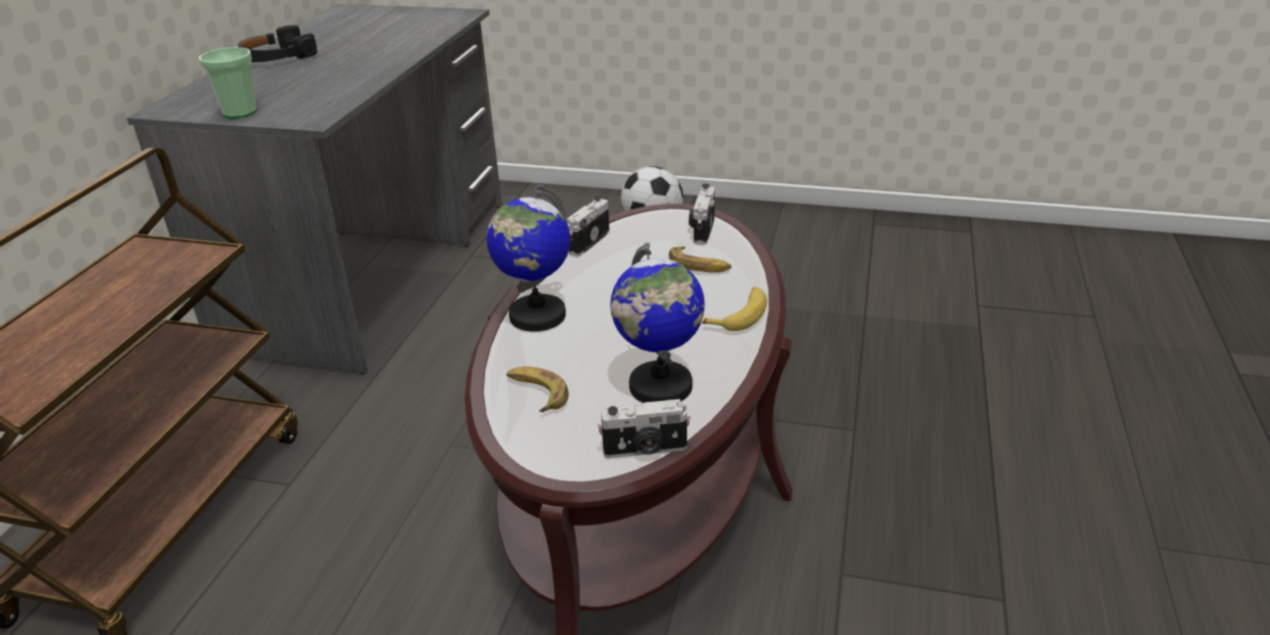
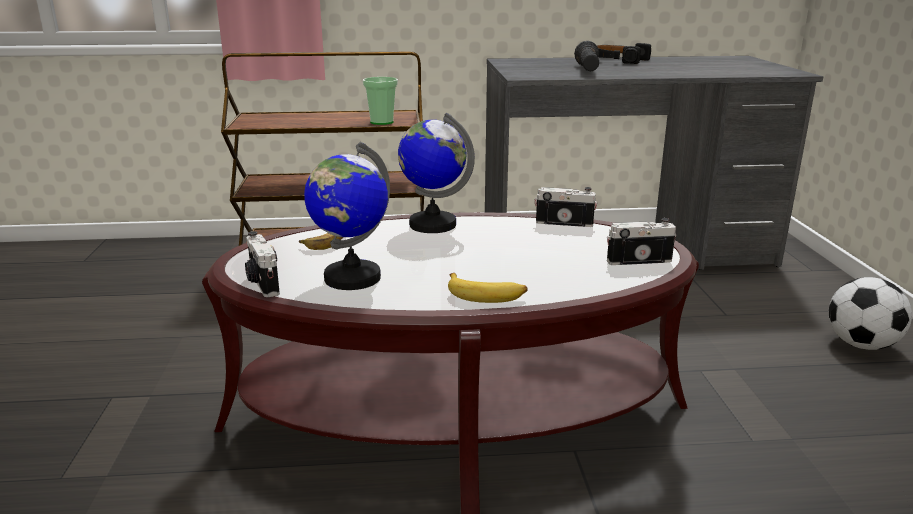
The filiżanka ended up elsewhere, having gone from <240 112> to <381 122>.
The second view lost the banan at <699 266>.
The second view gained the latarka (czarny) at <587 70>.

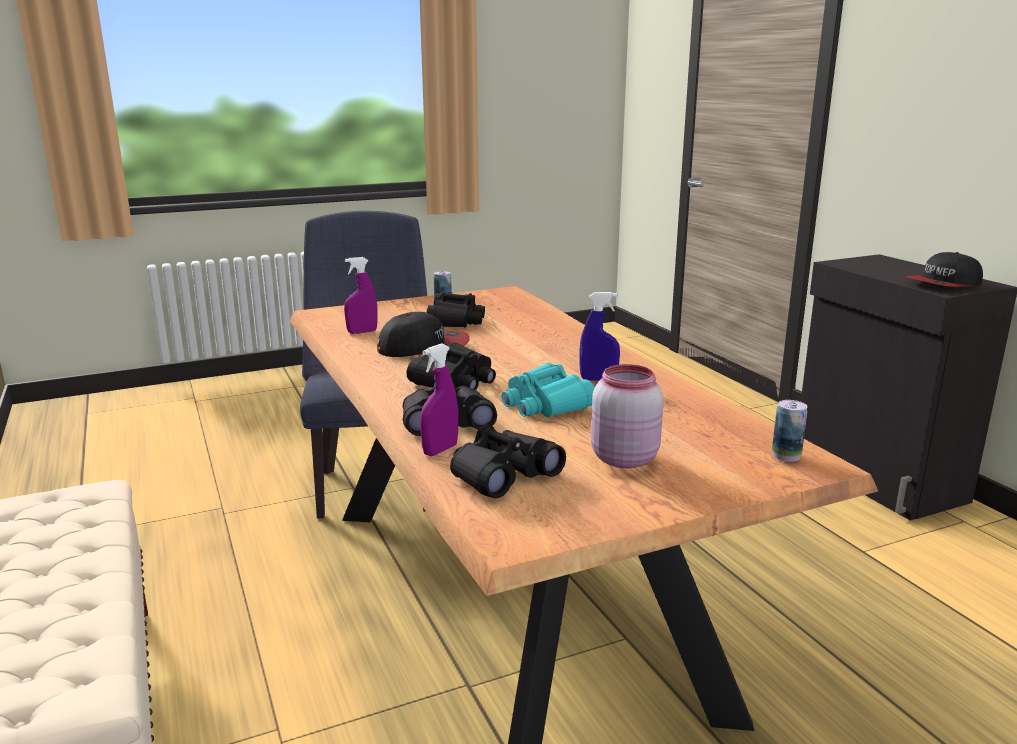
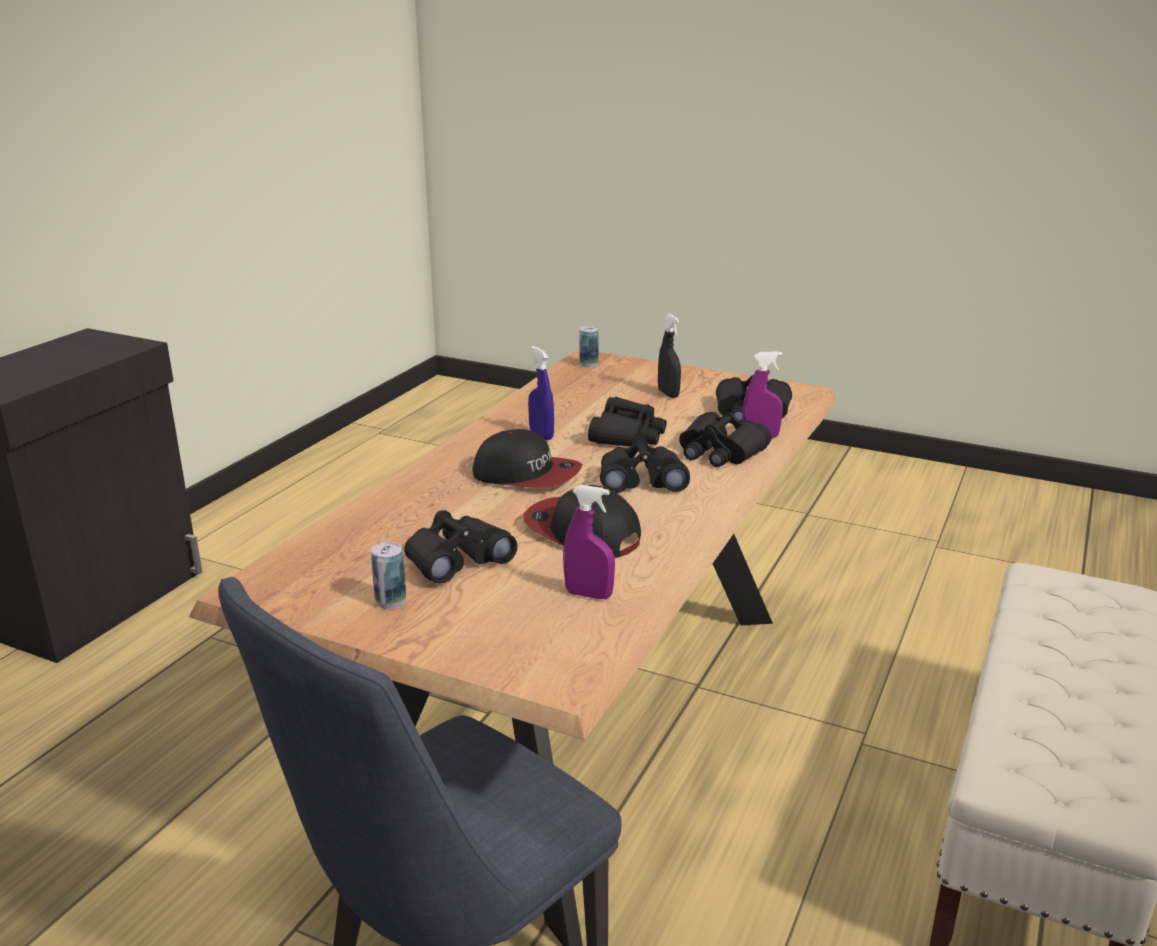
What was the lornetka (turkusowy) at <545 404> turned into the lornetka (czarny) at <627 435>.
Where the słoik (różowy) stood at <623 458>, the spryskiwacz (czarny) came to stand at <668 394>.
The czapka z daszkiem ended up elsewhere, having gone from <944 284> to <527 475>.

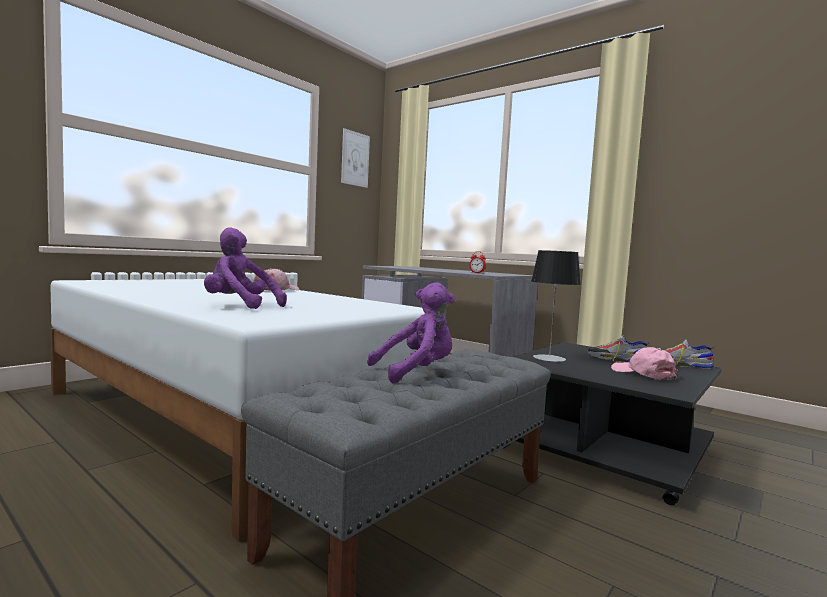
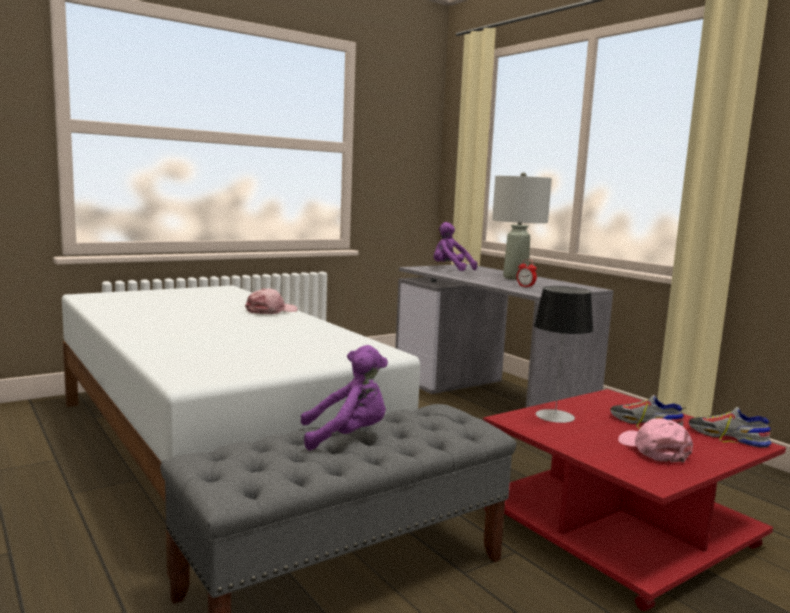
The pluszak (fioletowy) ended up elsewhere, having gone from <240 306> to <450 269>.
The second view lost the obraz at <355 159>.
What was the ława (czarny) at <605 449> turned into the ława (czerwony) at <618 531>.
The second view gained the lampa stołowa (szary) at <515 278>.

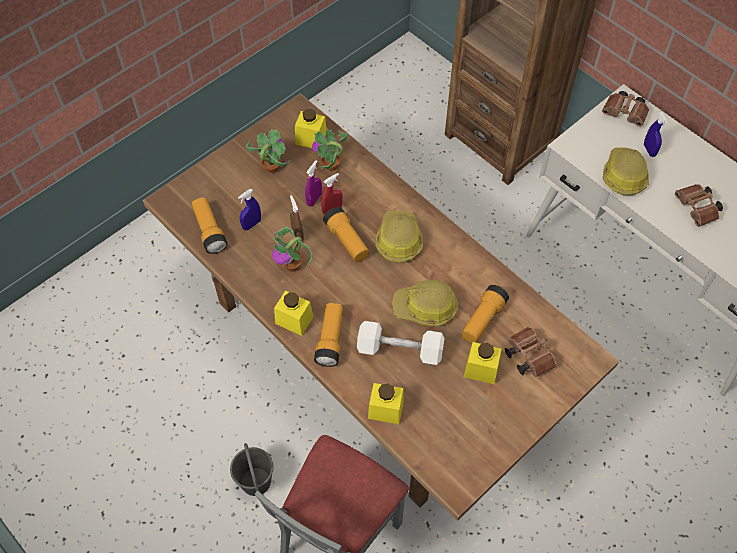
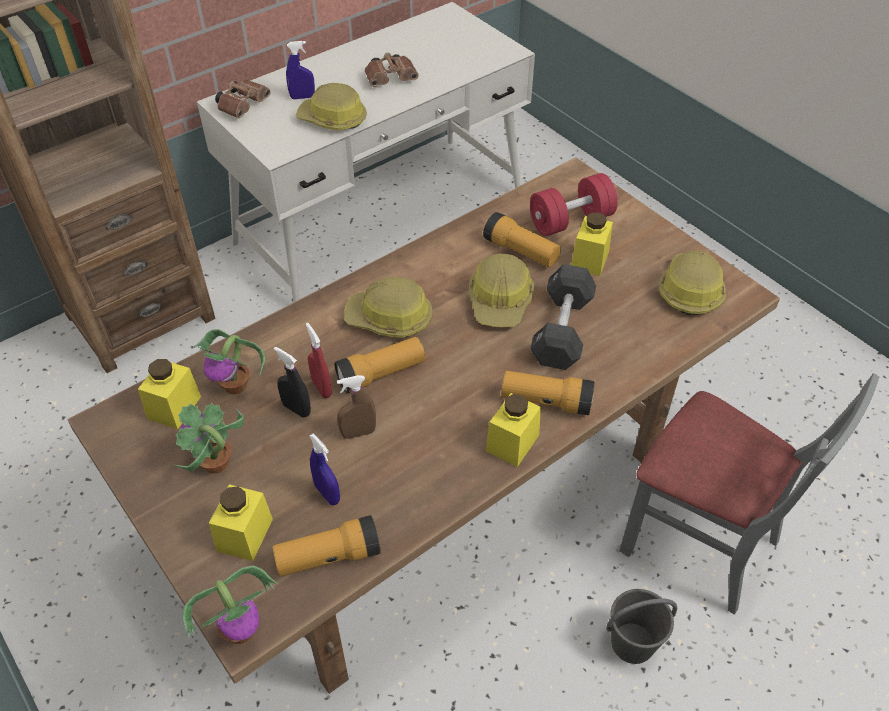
The roślina doniczkowa ended up elsewhere, having gone from <292 265> to <241 629>.
What was the spryskiwacz (fioletowy) at <314 199> turned into the spryskiwacz (czarny) at <296 409>.
What was the hantel (biały) at <400 349> turned into the hantel (czarny) at <562 330>.
The słoik (żółty) ended up elsewhere, having gone from <385 409> to <245 535>.
Where the lornetka (brązowy) stood at <527 356>, the hantel (czerwony) came to stand at <570 221>.
The second view gained the kask at <690 290>.

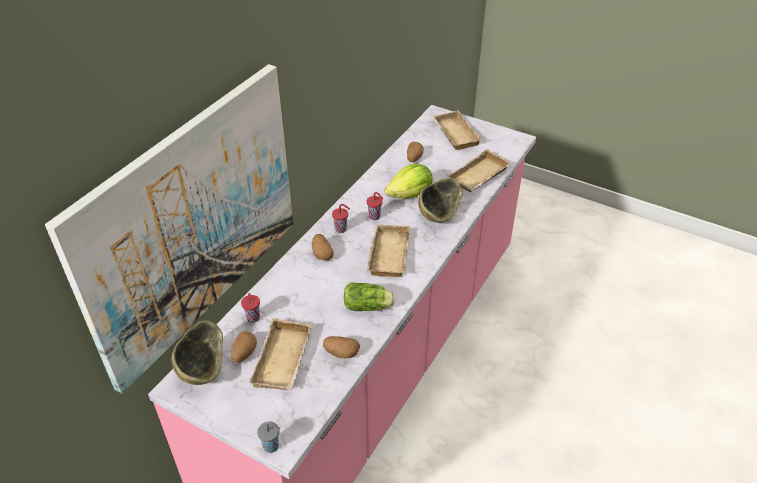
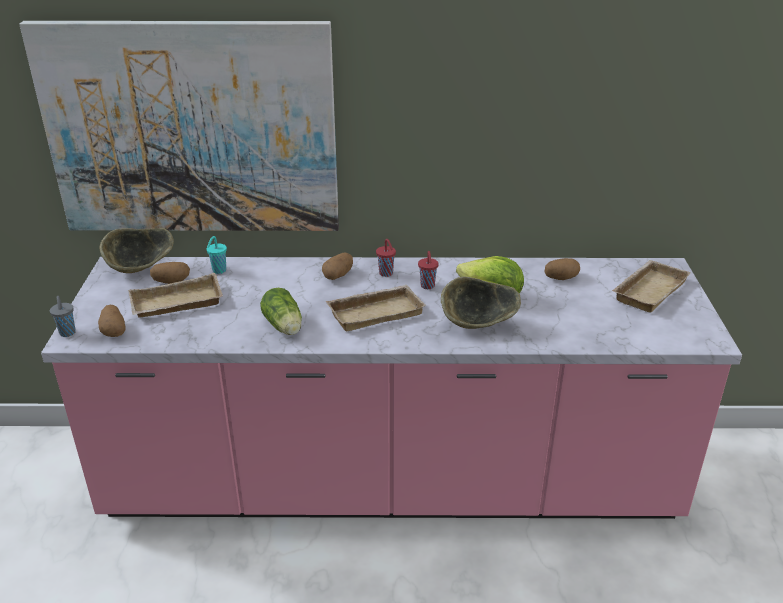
What was the filiżanka (czerwony) at <253 318> turned into the filiżanka (turkusowy) at <218 271>.
The ziemniak ended up elsewhere, having gone from <341 353> to <114 331>.
The second view lost the taca (beżowy) at <479 177>.

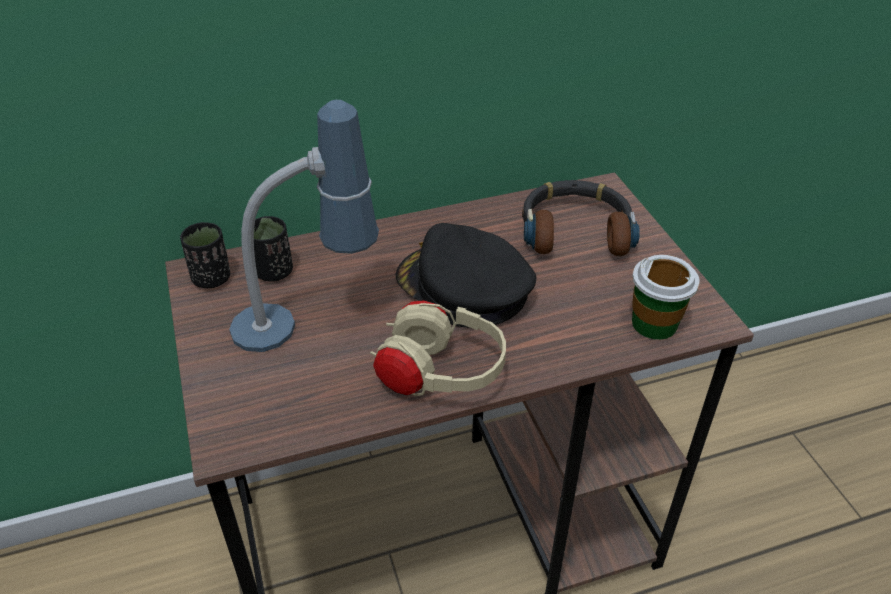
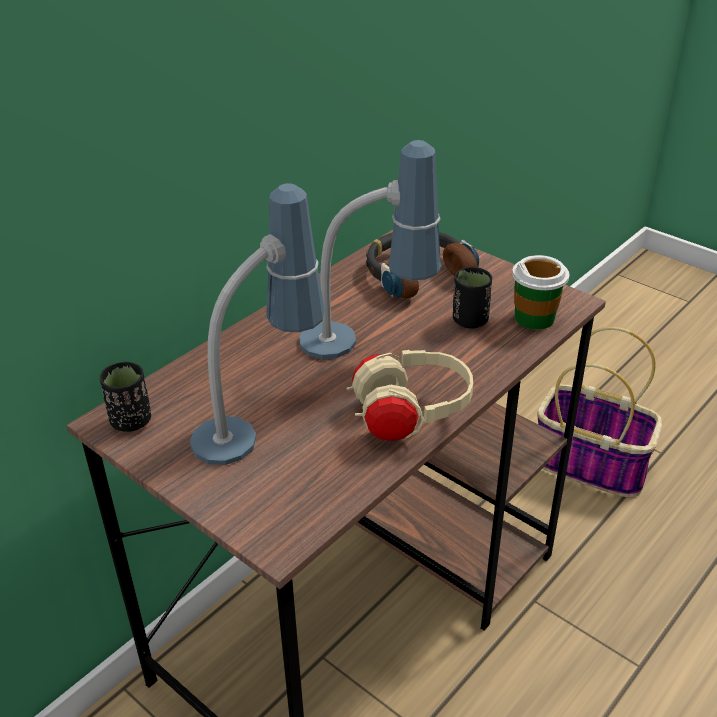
The filiżanka (czarny) ended up elsewhere, having gone from <273 272> to <470 320>.
Where the czapka z daszkiem (czarny) stood at <463 287>, the lampa stołowa came to stand at <367 345>.
The second view gained the koszyk at <592 464>.

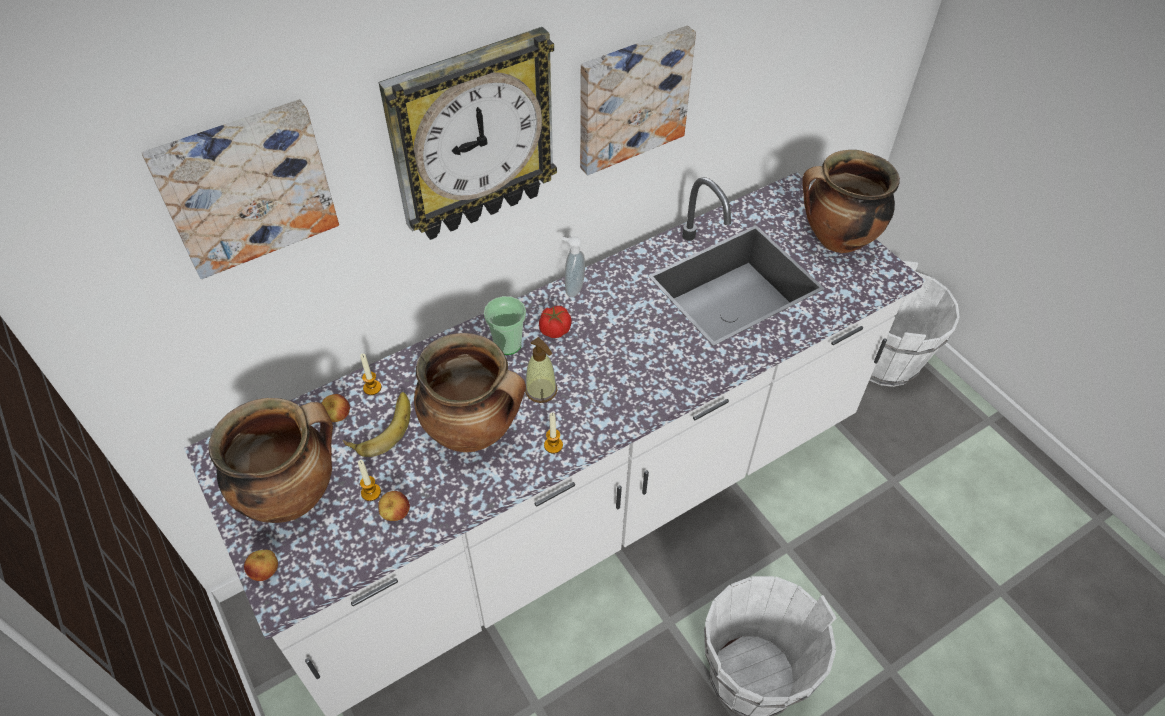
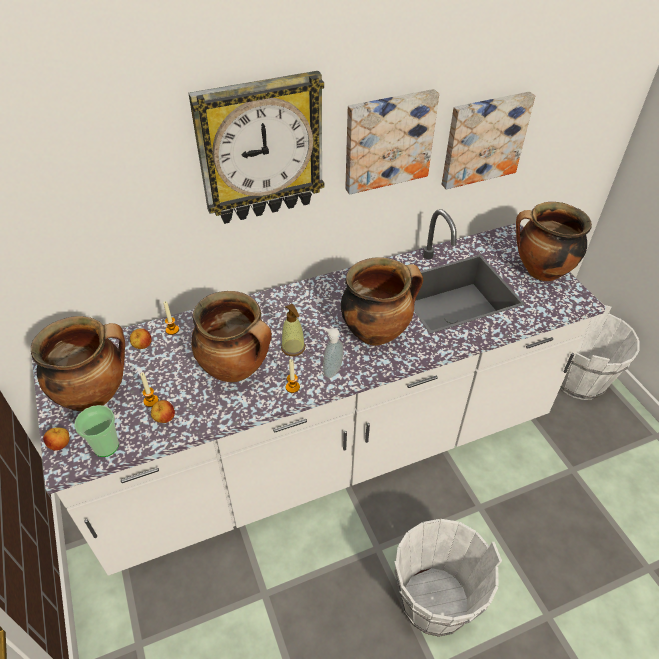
The obraz ended up elsewhere, having gone from <245 186> to <483 139>.
The second view lost the banan at <381 426>.
The filiżanka ended up elsewhere, having gone from <507 344> to <106 446>.
The second view lost the pomidor at <554 330>.
The dozownik mydła ended up elsewhere, having gone from <573 288> to <331 370>.
The second view gained the garnek at <376 332>.

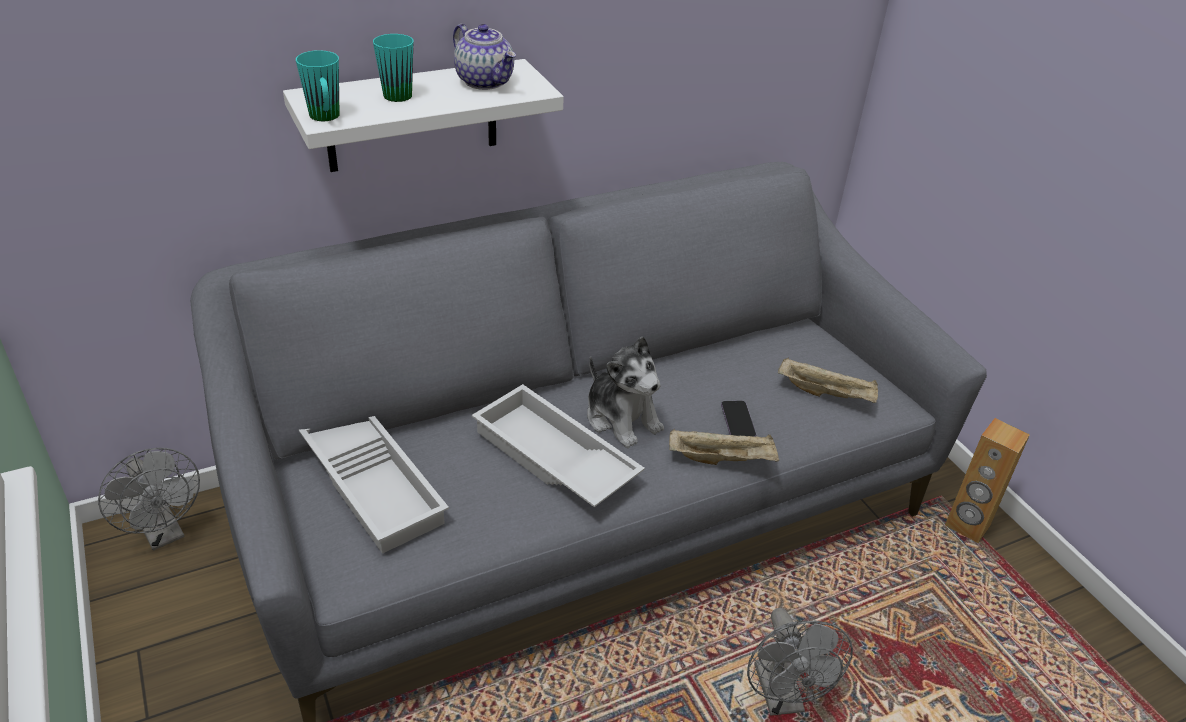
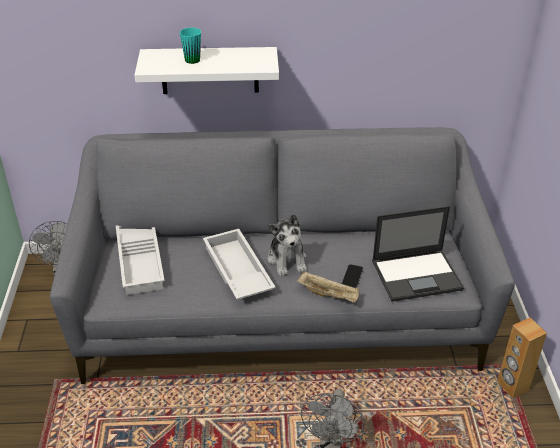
The second view lost the kubek (turkusowy) at <325 118>.
The second view lost the imbryk at <485 82>.
Where the taca (beżowy) stood at <826 393>, the laptop came to stand at <417 275>.

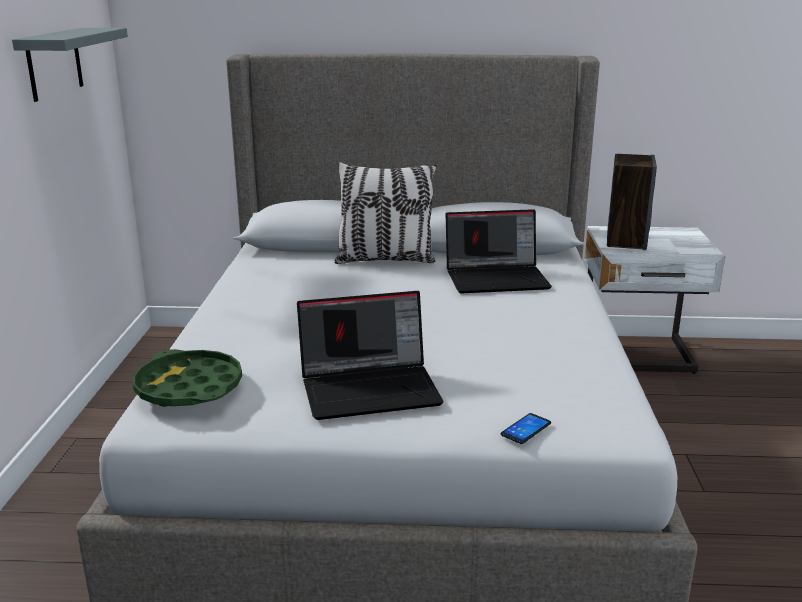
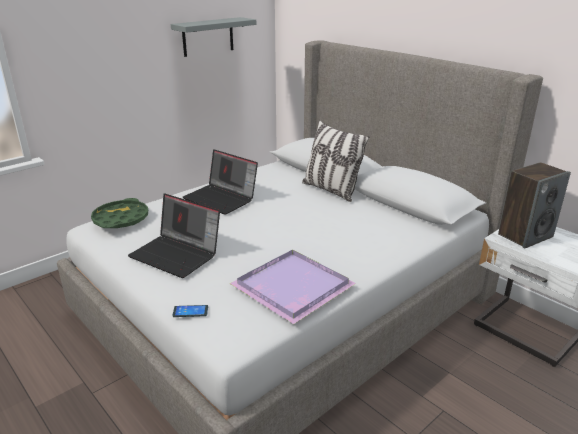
The laptop ended up elsewhere, having gone from <497 278> to <222 198>.
The second view gained the taca (fioletowy) at <290 287>.

